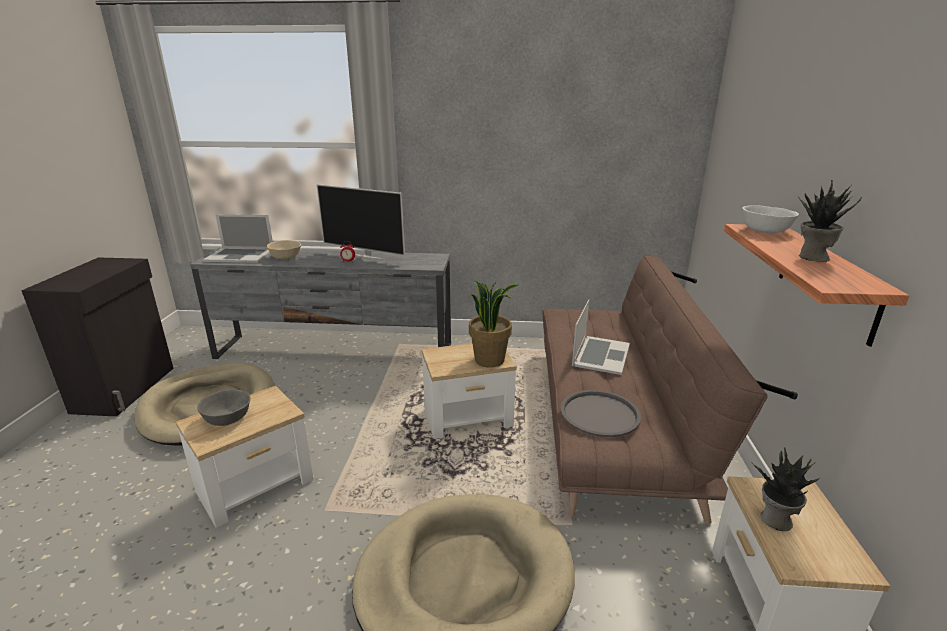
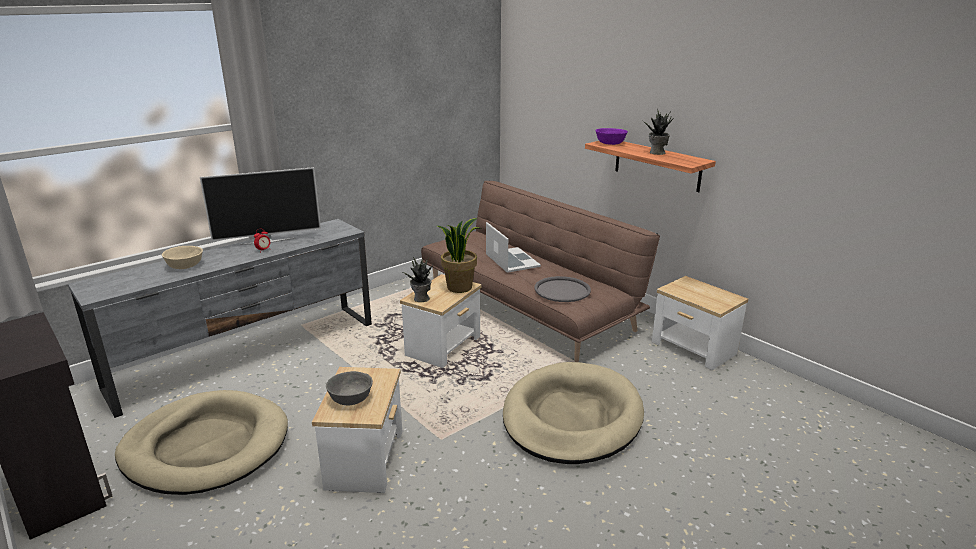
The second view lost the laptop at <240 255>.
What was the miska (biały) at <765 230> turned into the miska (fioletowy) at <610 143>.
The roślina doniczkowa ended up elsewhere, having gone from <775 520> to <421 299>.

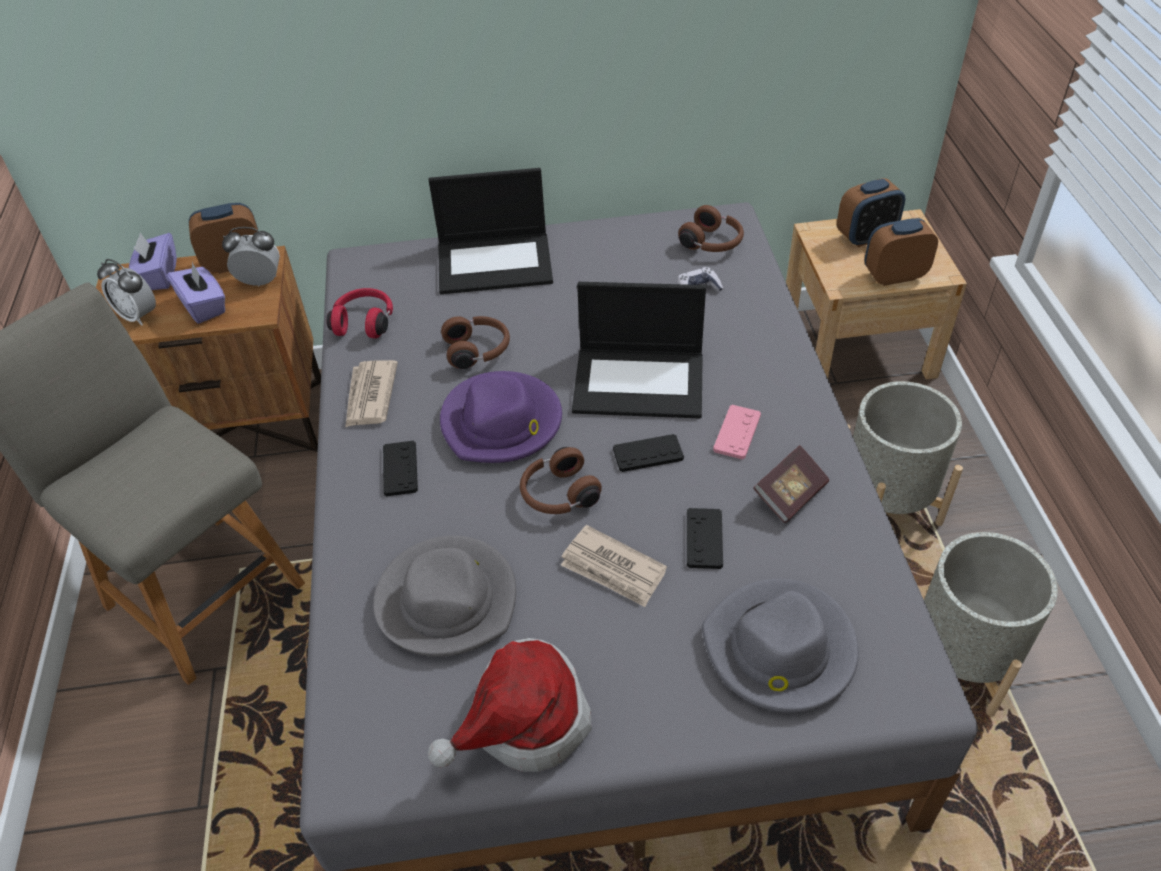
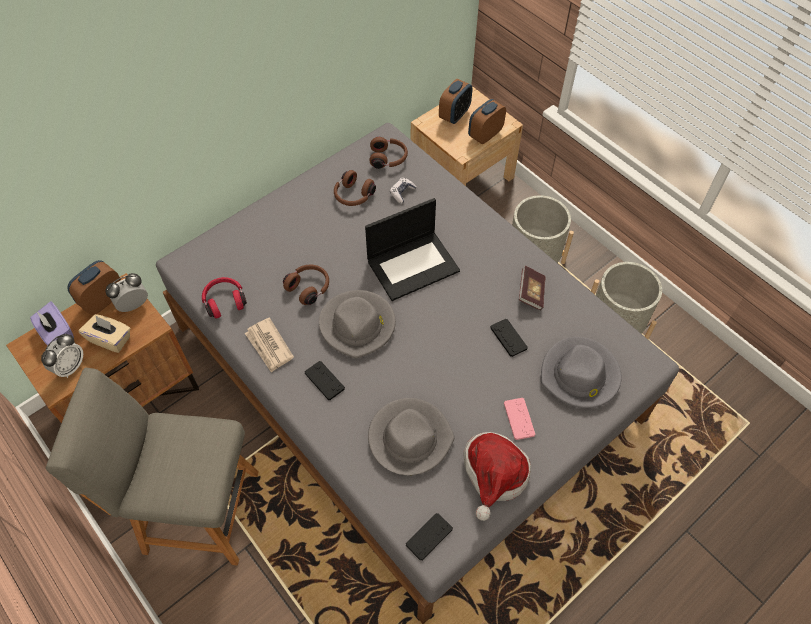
The budzik at <138 316> ended up facing another way, 60 degrees counterclockwise from before.
What was the pudełko chusteczek (fioletowy) at <204 306> turned into the pudełko chusteczek (beżowy) at <110 339>.
The second view lost the laptop at <496 262>.
What was the kapelusz (fioletowy) at <502 422> turned into the kapelusz (szary) at <358 325>.
The słuchawki (brązowy) ended up elsewhere, having gone from <558 495> to <353 196>.
The second view lost the gazeta at <613 569>.
The pad do gier (czarny) ended up elsewhere, having gone from <648 454> to <429 537>.
The pad do gier (różowy) ended up elsewhere, having gone from <737 433> to <519 419>.

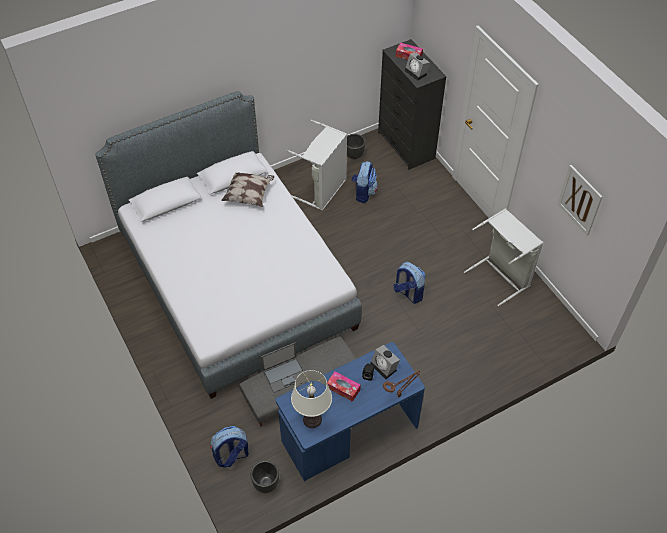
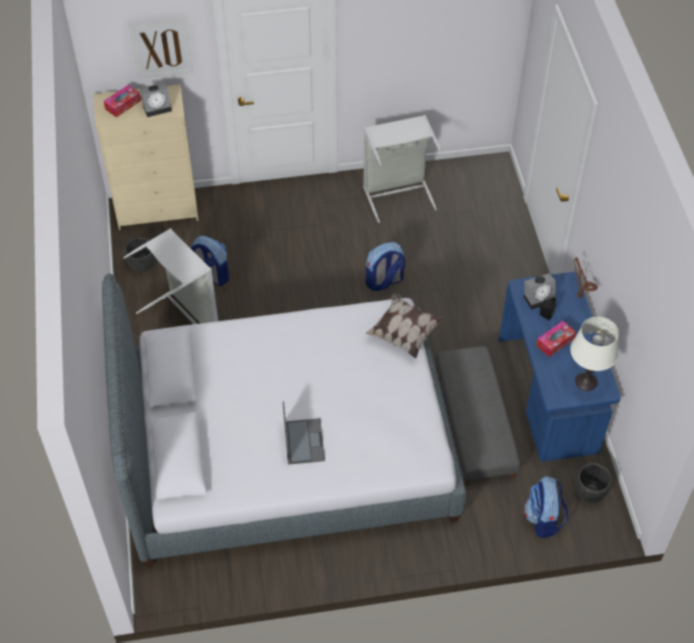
The poduszka ended up elsewhere, having gone from <249 195> to <404 333>.
The laptop ended up elsewhere, having gone from <285 374> to <303 441>.
What was the komoda (czarny) at <406 146> turned into the komoda (beżowy) at <158 209>.
The obraz ended up elsewhere, having gone from <580 200> to <161 48>.

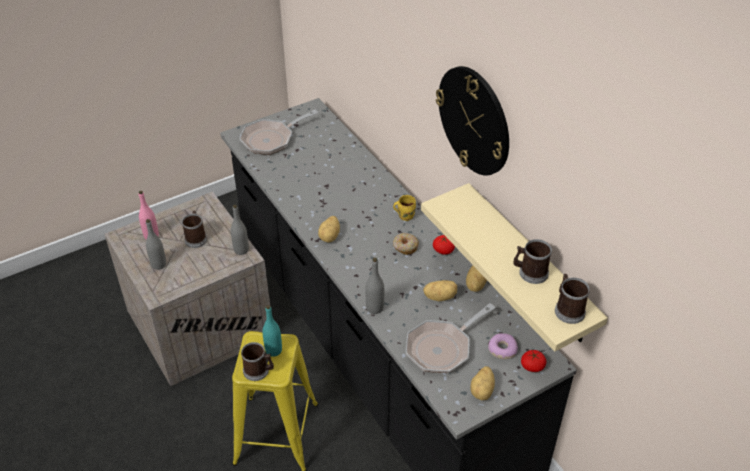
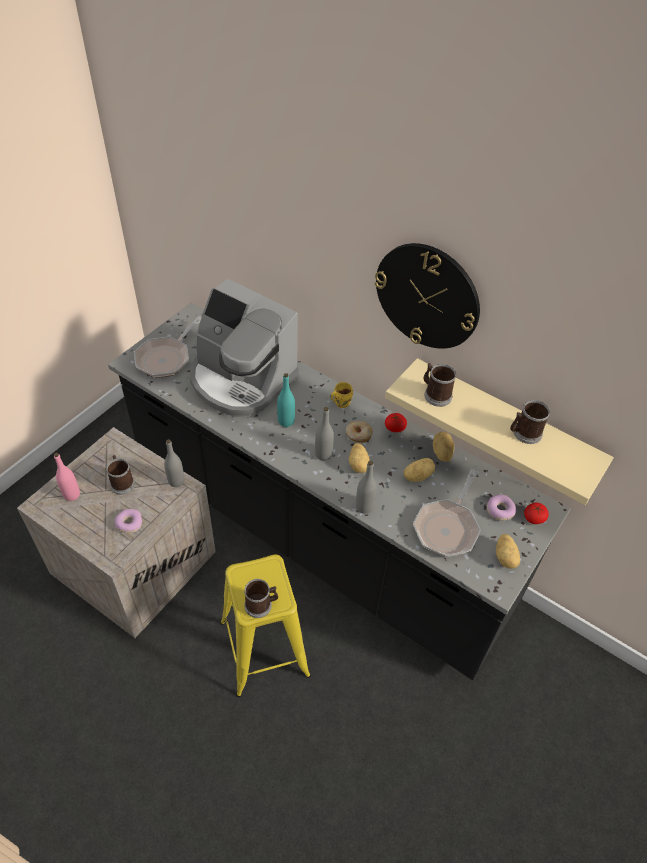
The butelka (szary) ended up elsewhere, having gone from <159 264> to <323 454>.
The butelka (turkusowy) ended up elsewhere, having gone from <273 350> to <286 421>.
The ziemniak ended up elsewhere, having gone from <330 236> to <359 464>.
The kubek ended up elsewhere, having gone from <568 309> to <435 394>.
The second view gained the donut at <129 523>.
The second view gained the ekspres do kawy at <241 380>.

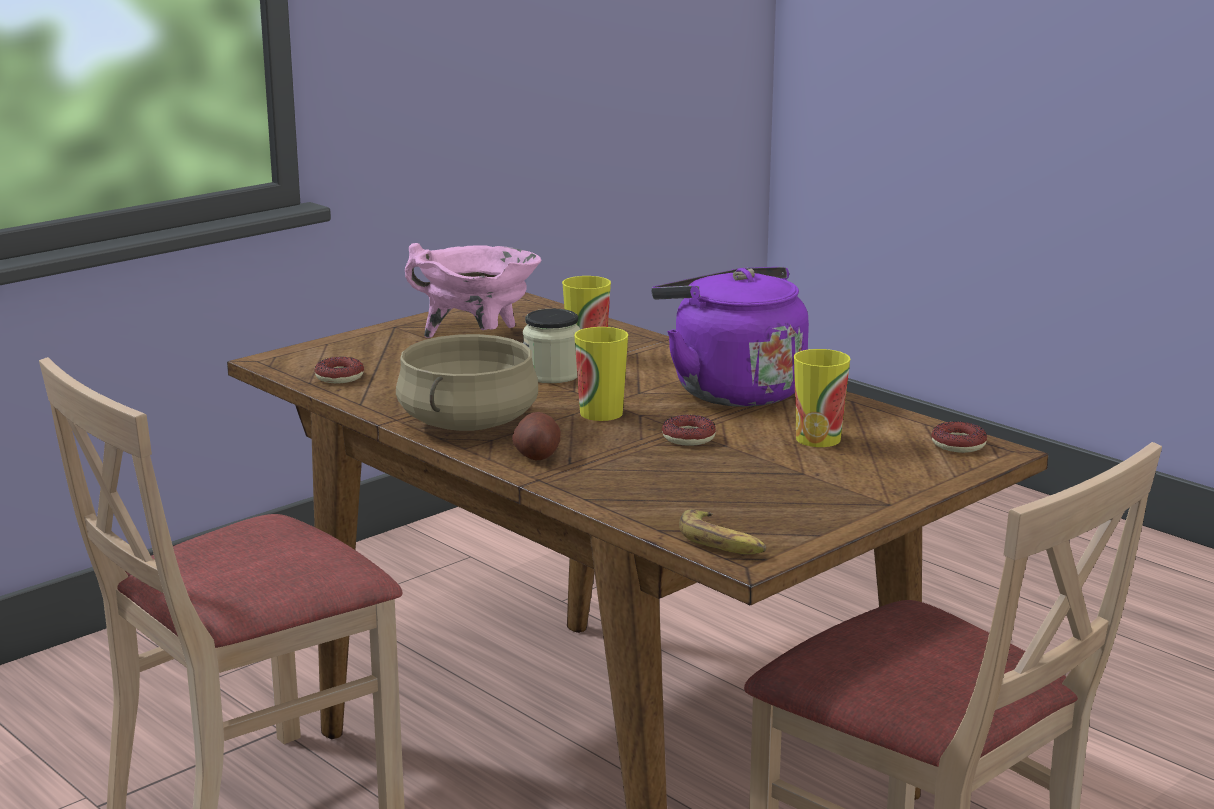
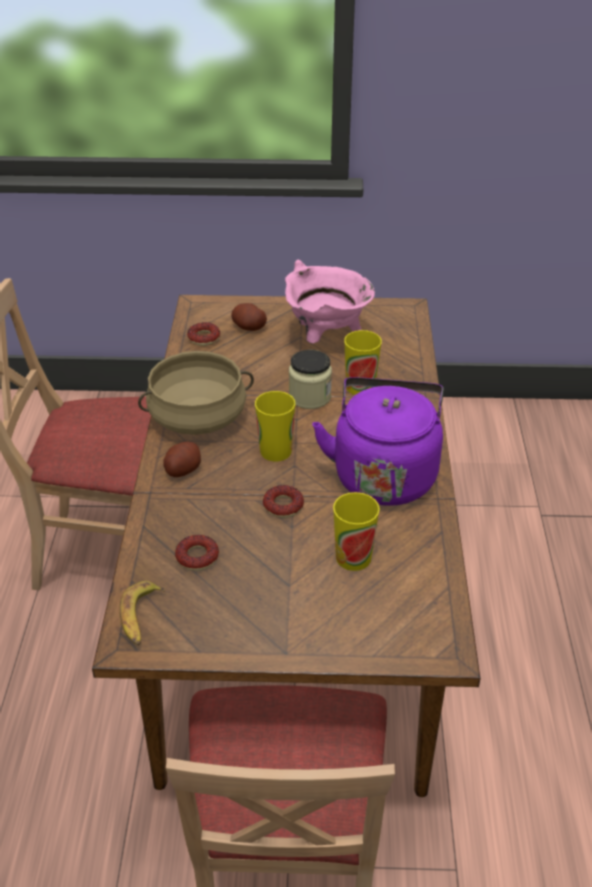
The donut ended up elsewhere, having gone from <958 444> to <197 557>.
The second view gained the ziemniak at <249 327>.

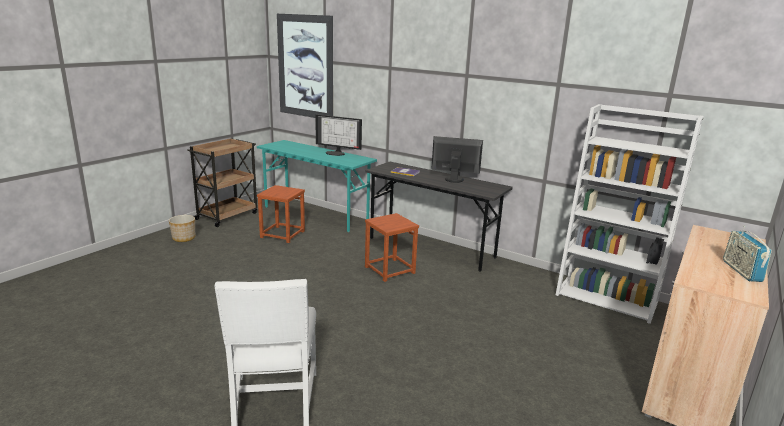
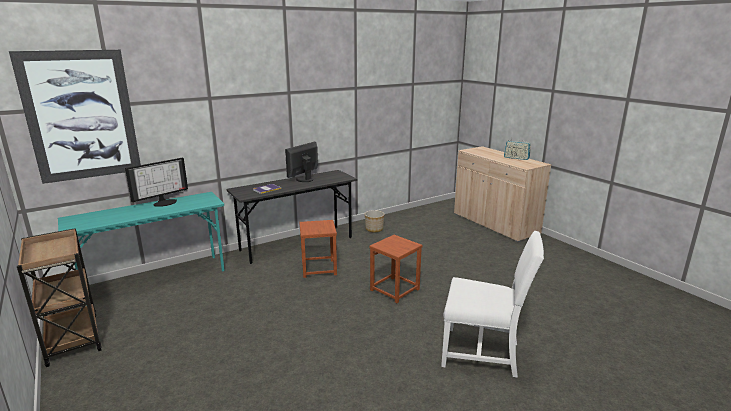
The donica ended up elsewhere, having gone from <183 238> to <374 229>.
The stołek (brązowy) ended up elsewhere, having gone from <282 234> to <395 290>.
The second view lost the regał (biały) at <607 299>.

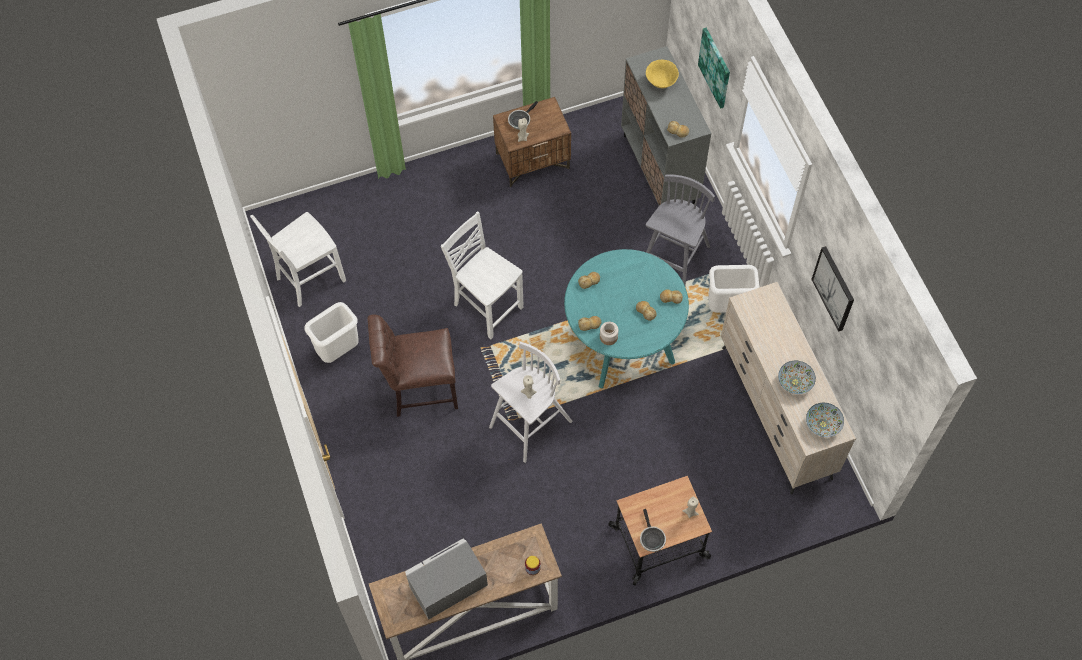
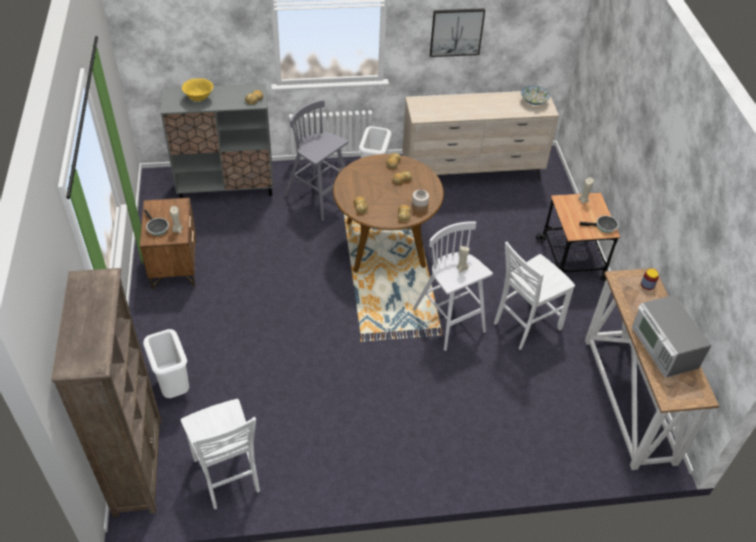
The kosz na śmieci (biały) ended up elsewhere, having gone from <338 350> to <173 387>.
The second view lost the krzesło (brązowy) at <419 389>.
The krzesło (biały) ended up elsewhere, having gone from <486 306> to <525 325>.
What was the stół jadalny (turkusowy) at <622 342> turned into the stół jadalny (brązowy) at <385 244>.
The second view lost the obraz at <715 67>.
The second view lost the miska at <795 382>.
The second view gained the regał (brązowy) at <138 465>.

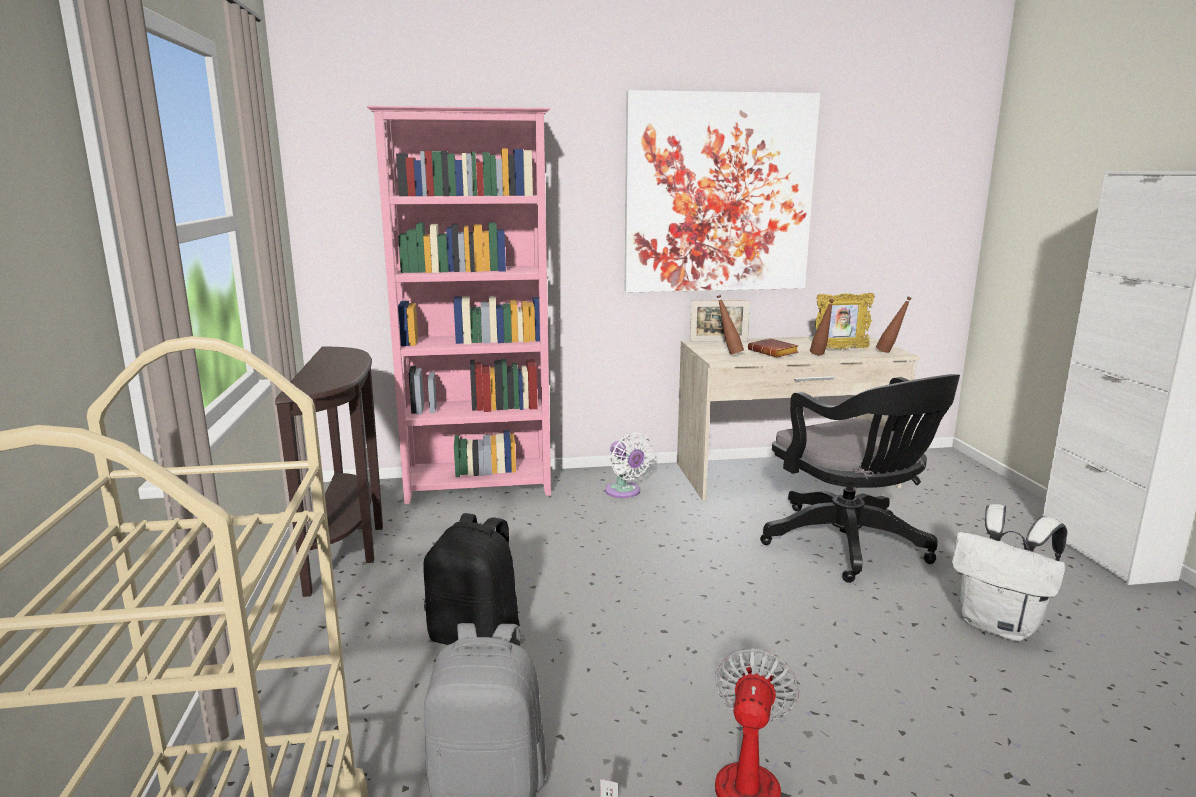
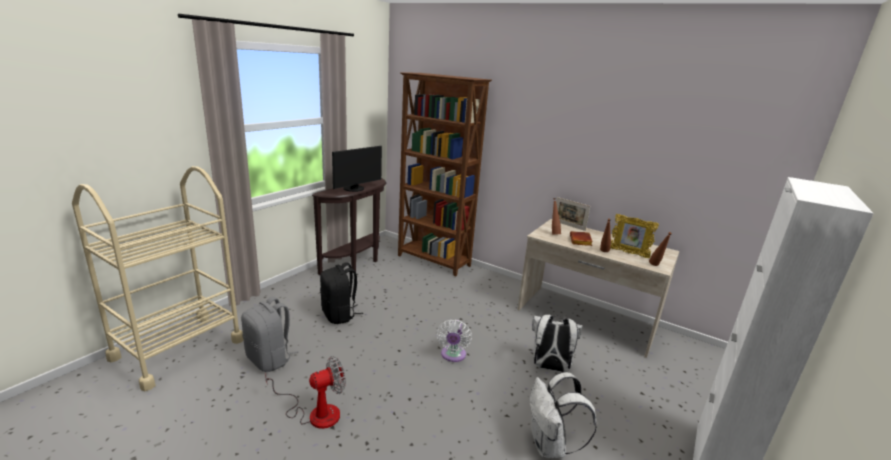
What was the regał (różowy) at <480 488> turned into the regał (brązowy) at <434 261>.
The wentylator (biały) ended up elsewhere, having gone from <625 492> to <453 355>.
The second view lost the obraz at <718 194>.
Where the krzesło biurowe (czarny) stood at <851 546>, the plecak (biały) came to stand at <549 367>.
The second view gained the monitor at <355 189>.

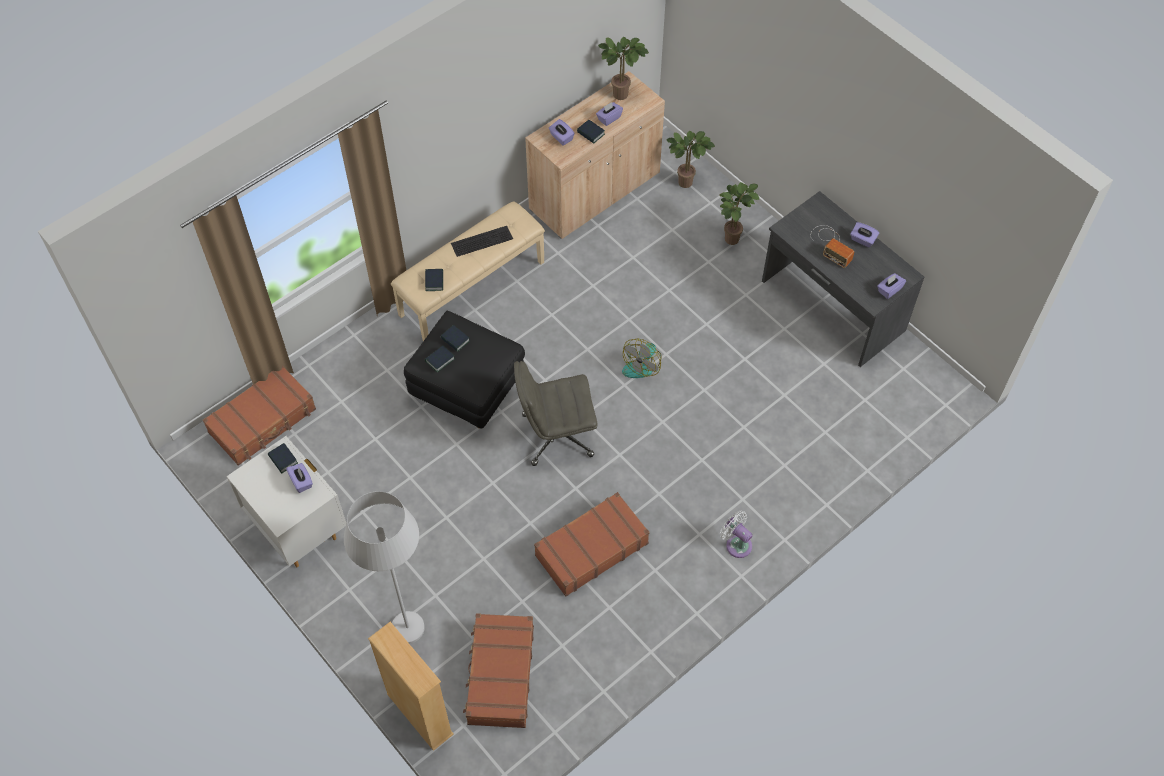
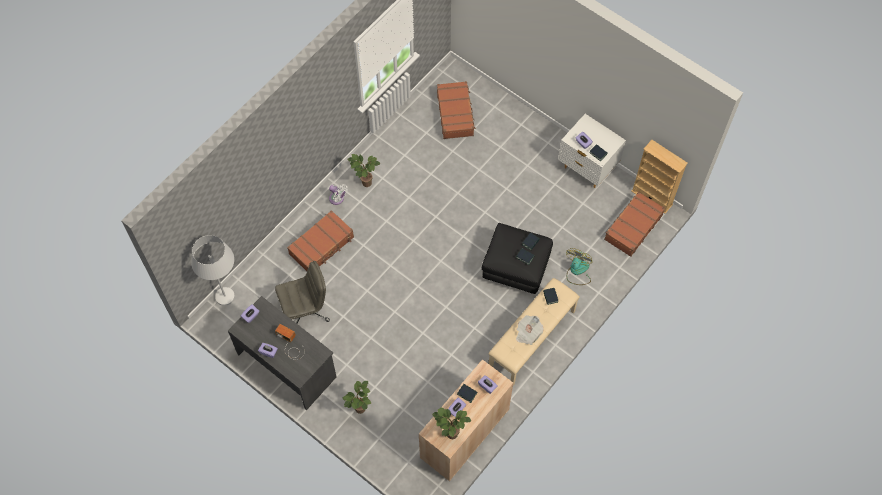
The lampa stojąca (biały) ended up elsewhere, having gone from <402 612> to <230 305>.
The regał (beżowy) ended up elsewhere, having gone from <419 714> to <652 197>.
Where the klawiatura stood at <482 240>, the gazeta came to stand at <528 333>.
The krzesło biurowe (szary) ended up elsewhere, having gone from <556 435> to <306 310>.
The walizka (brązowy) ended up elsewhere, having gone from <591 549> to <322 246>.
The wentylator ended up elsewhere, having gone from <642 364> to <577 271>.
The roślina doniczkowa ended up elsewhere, having gone from <687 181> to <365 184>.

